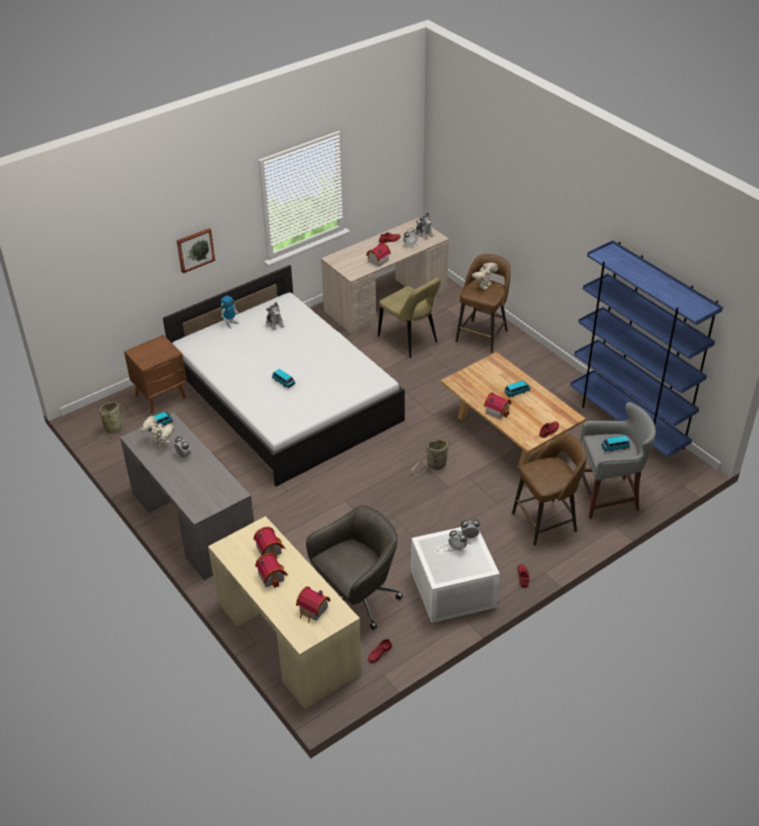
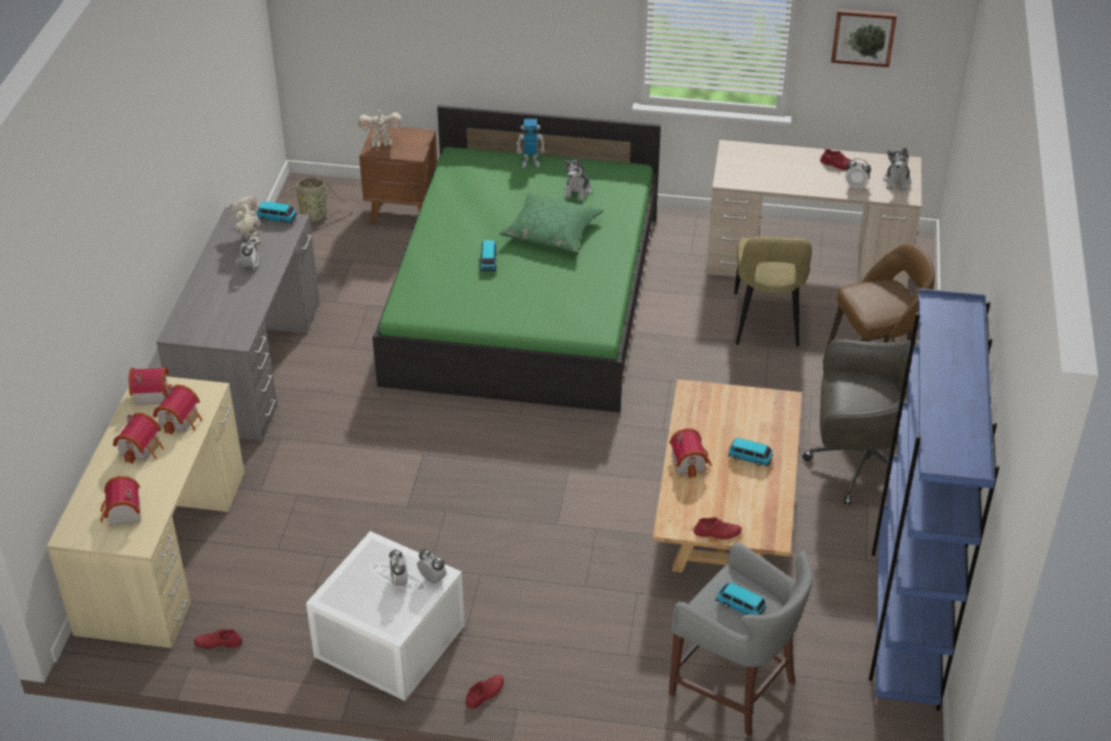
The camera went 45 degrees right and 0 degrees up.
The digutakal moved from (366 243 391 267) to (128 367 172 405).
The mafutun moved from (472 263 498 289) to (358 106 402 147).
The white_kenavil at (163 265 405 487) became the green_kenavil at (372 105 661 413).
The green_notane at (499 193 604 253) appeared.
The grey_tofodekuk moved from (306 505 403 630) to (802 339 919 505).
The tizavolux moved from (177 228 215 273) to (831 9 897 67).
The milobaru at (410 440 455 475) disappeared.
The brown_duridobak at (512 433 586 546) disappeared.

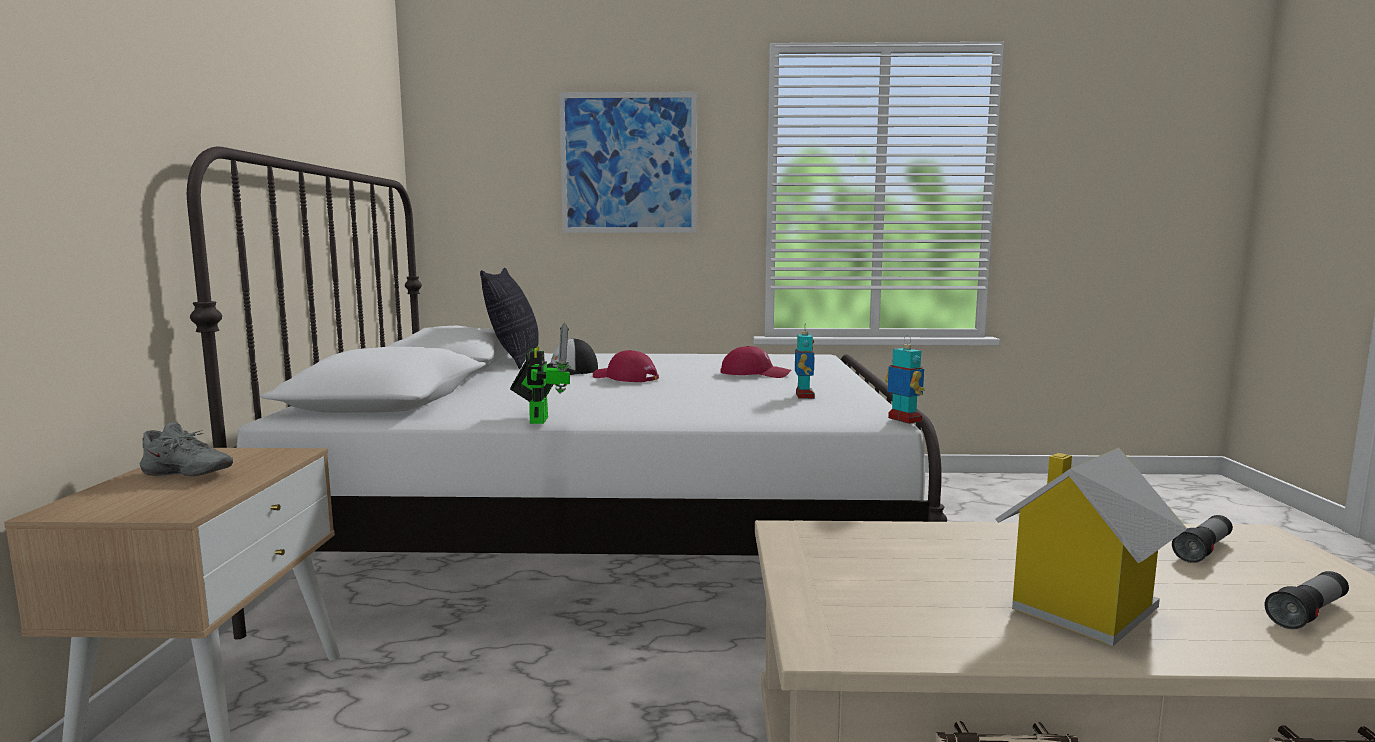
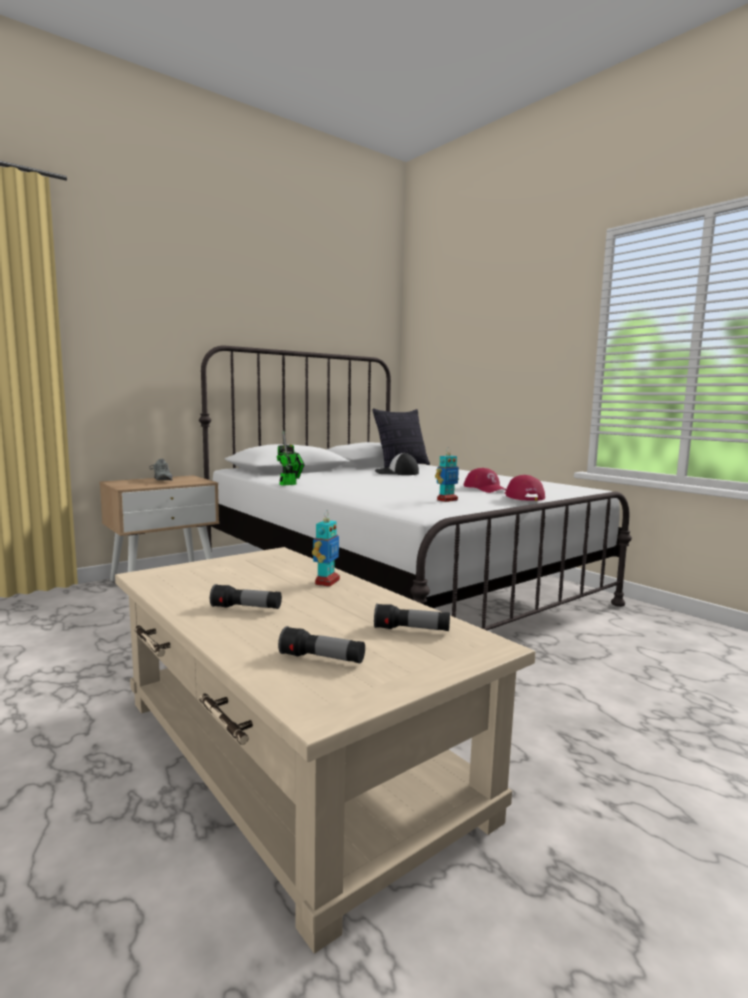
The camera went 50 degrees right and 0 degrees up.
The digutakal at (995 447 1187 646) was replaced by the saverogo at (210 584 282 609).
The mafutun moved from (885 335 925 424) to (312 510 340 587).
The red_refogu moved from (593 350 659 382) to (504 475 545 501).
The tizavolux at (559 92 697 233) disappeared.

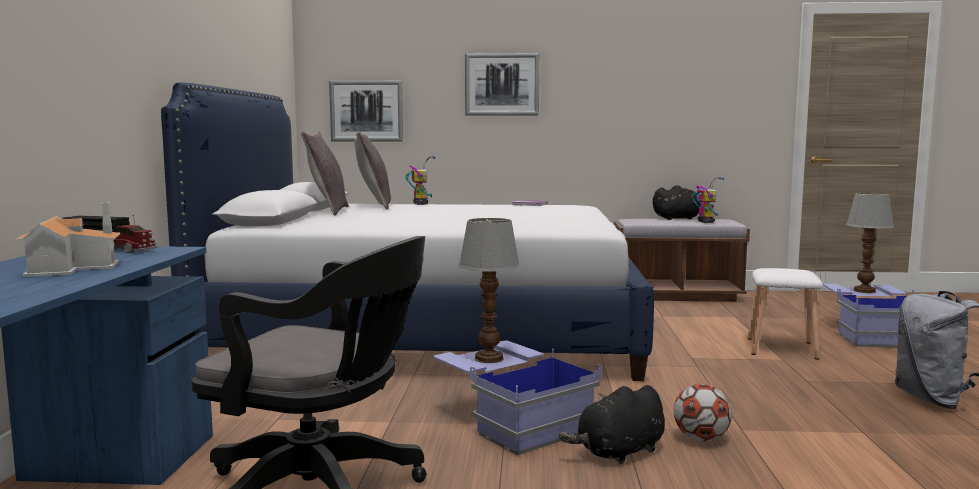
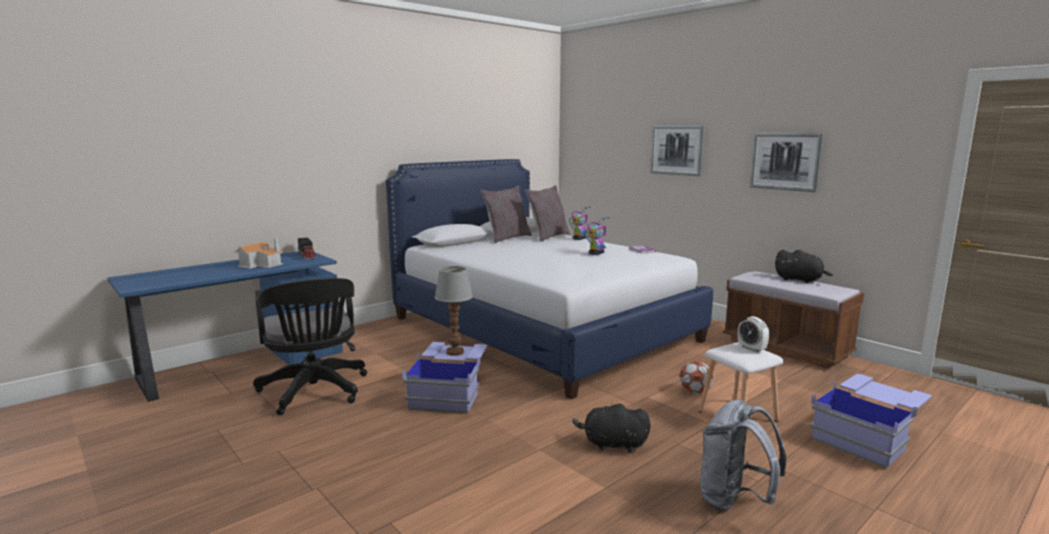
The camera went 45 degrees right and 5 degrees up.
The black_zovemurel moved from (559 385 665 464) to (572 403 650 453).
The mafutun moved from (692 177 724 223) to (585 217 609 255).
The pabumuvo moved from (674 384 732 441) to (679 361 713 394).
The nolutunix at (738 316 769 352) appeared.
The tizavolux moved from (329 80 403 141) to (749 133 824 192).
The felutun at (846 193 894 293) disappeared.

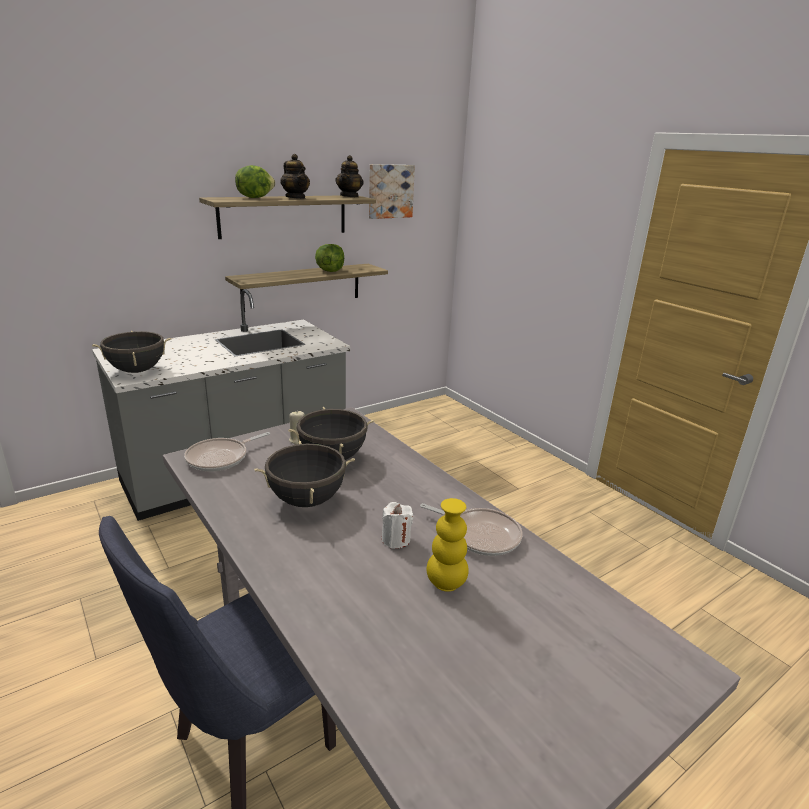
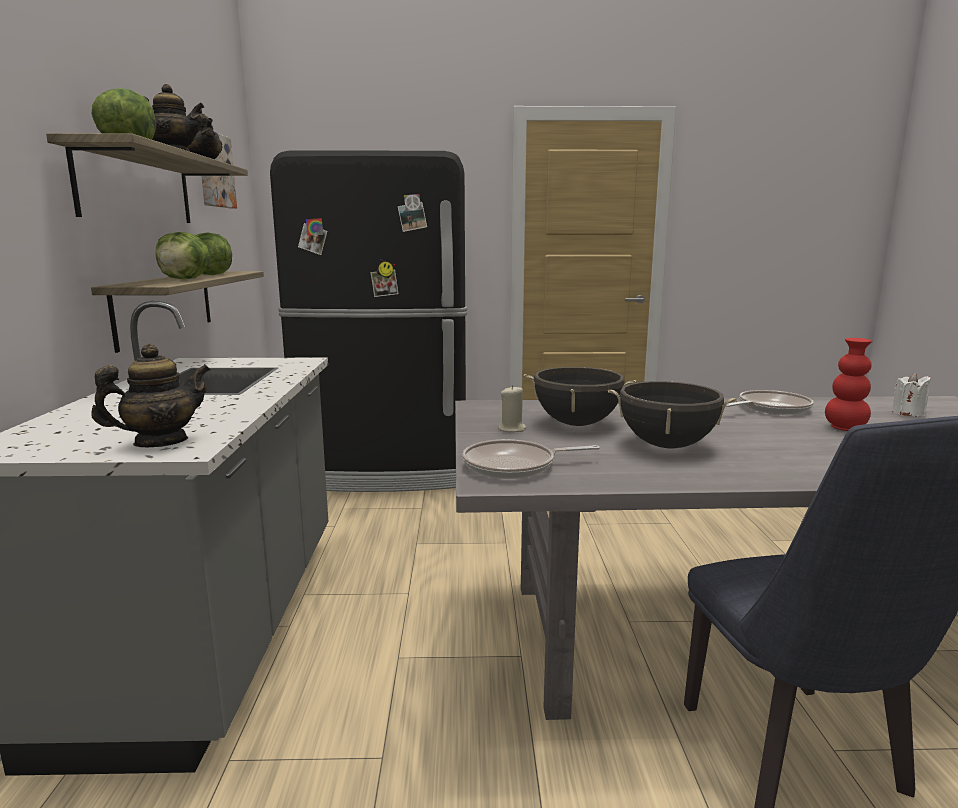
The camera went 55 degrees left and 10 degrees down.
The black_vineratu at (92 331 171 373) was replaced by the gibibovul at (91 343 211 447).
The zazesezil at (156 232 210 280) appeared.
The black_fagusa at (270 151 467 492) appeared.
The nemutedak at (184 432 270 472) turned 90 degrees clockwise.
The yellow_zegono at (427 498 469 592) became the red_zegono at (825 338 872 431).
The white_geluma moved from (382 502 413 548) to (892 372 931 417).

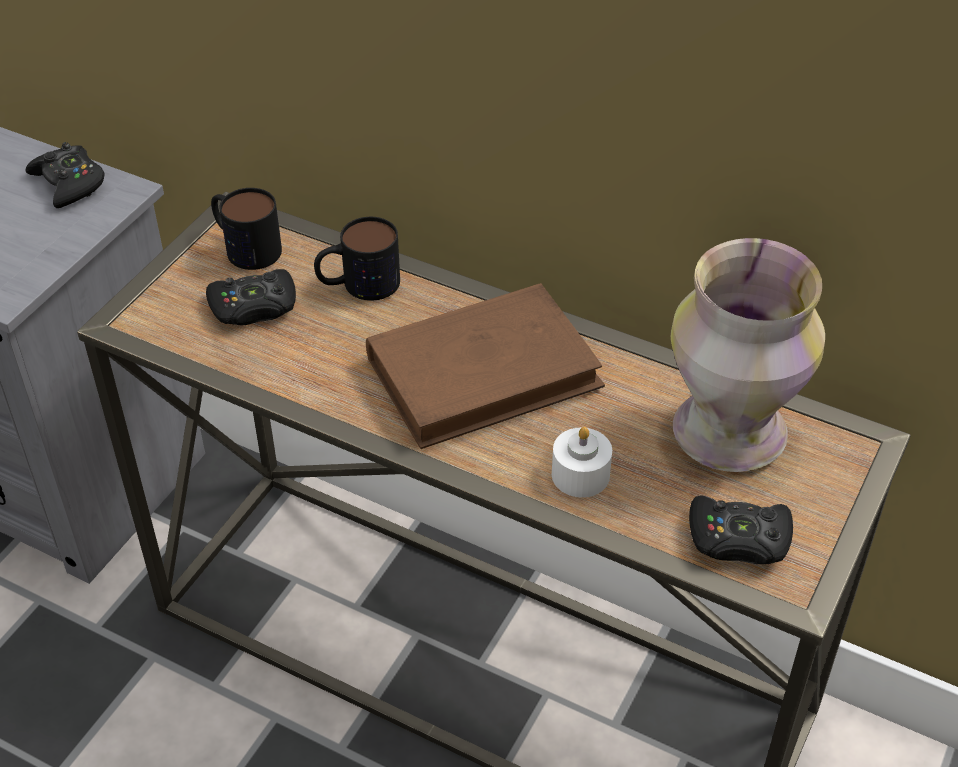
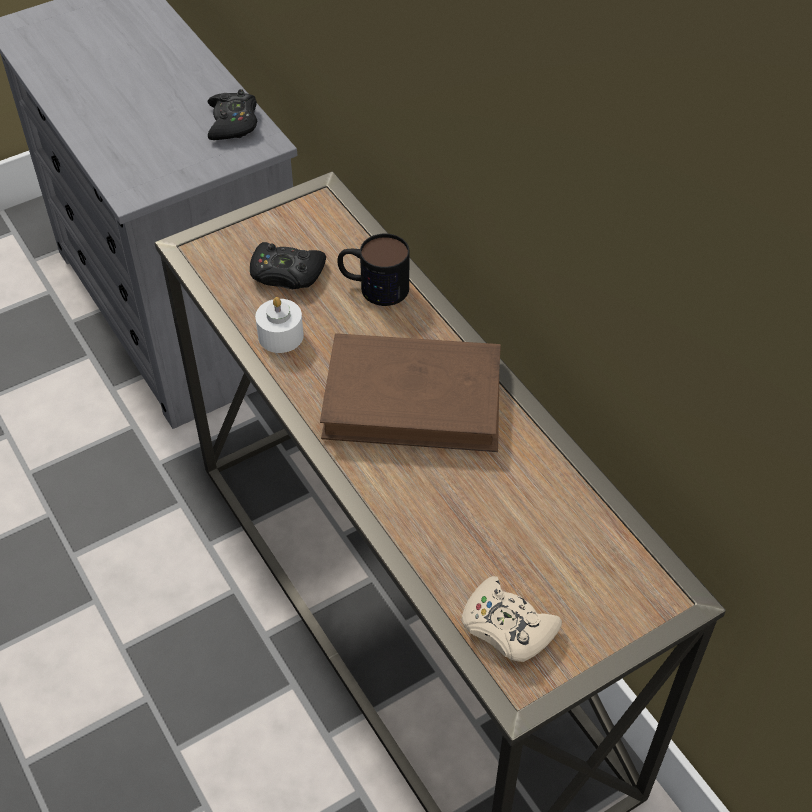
The camera went 30 degrees right and 5 degrees up.
The white_geluma moved from (552 427 612 498) to (255 297 304 353).
The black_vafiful at (689 496 793 564) became the beige_vafiful at (462 576 562 662).
The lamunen at (211 188 282 270) disappeared.
The zegono at (671 238 825 472) disappeared.

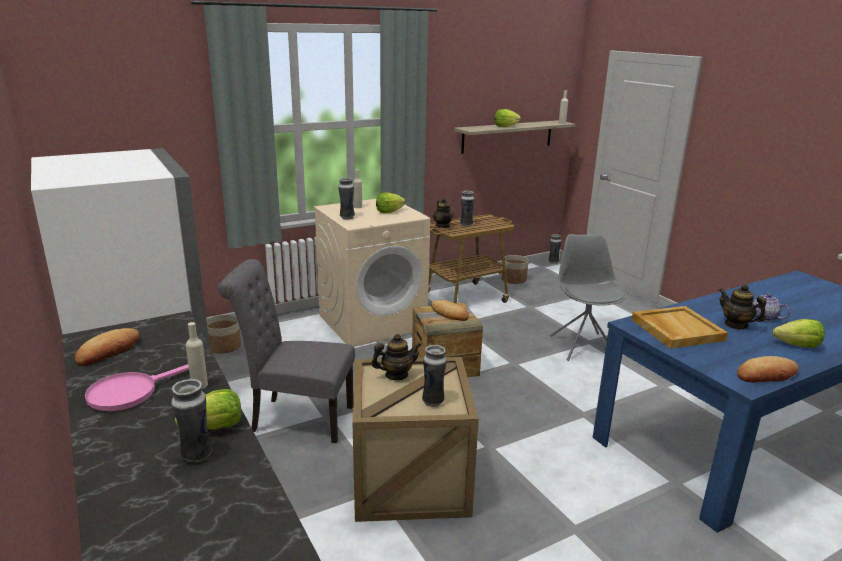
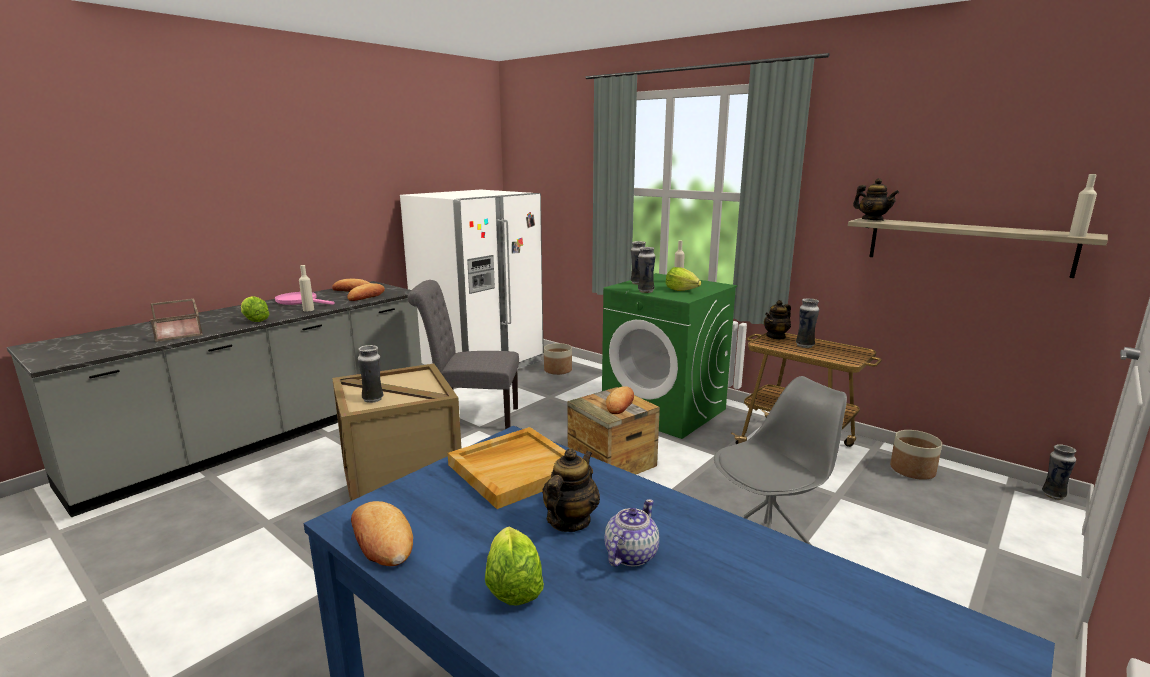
The camera went 70 degrees right and 5 degrees down.
The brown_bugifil at (150 299 203 342) appeared.
The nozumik at (347 283 385 301) appeared.
The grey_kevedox at (218 259 355 443) turned 75 degrees counterclockwise.
The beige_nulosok at (314 199 430 347) became the green_nulosok at (602 273 737 439).
The zegono moved from (171 379 213 463) to (638 247 655 293).
The gibibovul moved from (371 334 421 380) to (853 178 899 221).
The zazesezil at (494 109 521 127) disappeared.

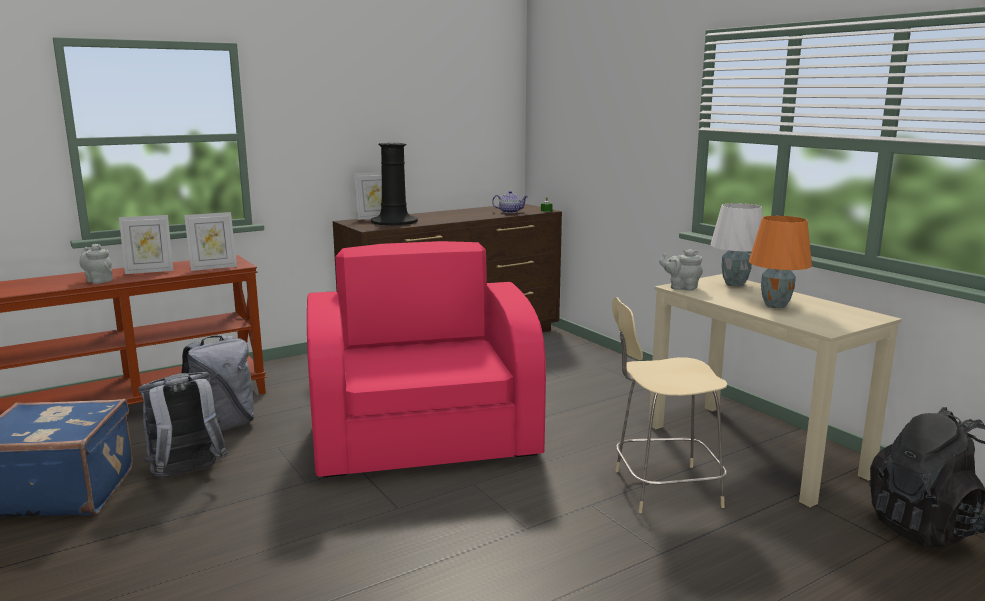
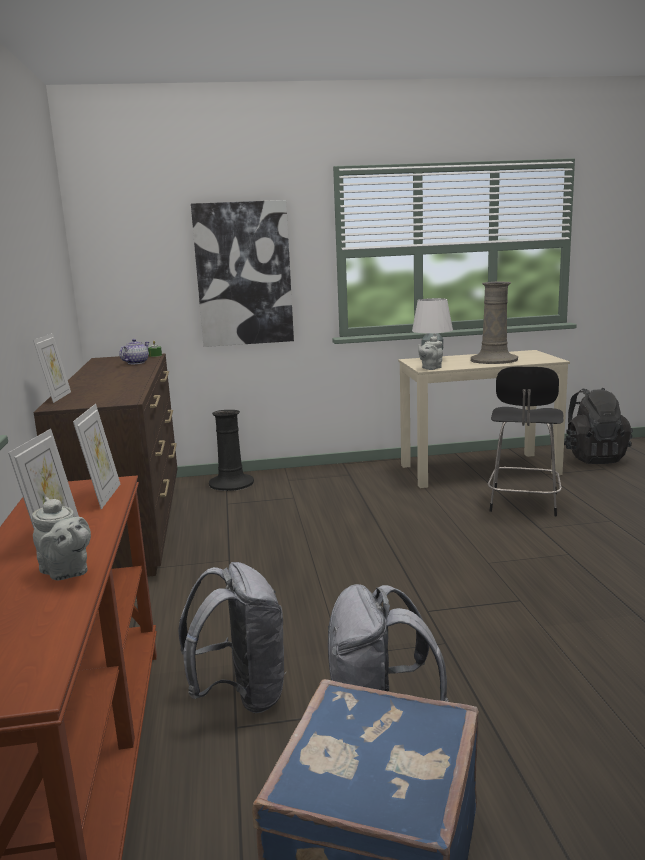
The camera went 65 degrees left and 0 degrees up.
The grey_gibibovul at (80 244 113 284) turned 105 degrees counterclockwise.
The tizavolux at (191 200 294 347) appeared.
The black_zegono moved from (371 143 418 226) to (209 410 254 491).
The orange_felutun at (749 216 812 308) was replaced by the beige_zegono at (470 281 518 364).
The beige_duridobak at (612 297 727 513) became the black_duridobak at (488 367 563 516).
The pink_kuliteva at (307 241 546 478) disappeared.

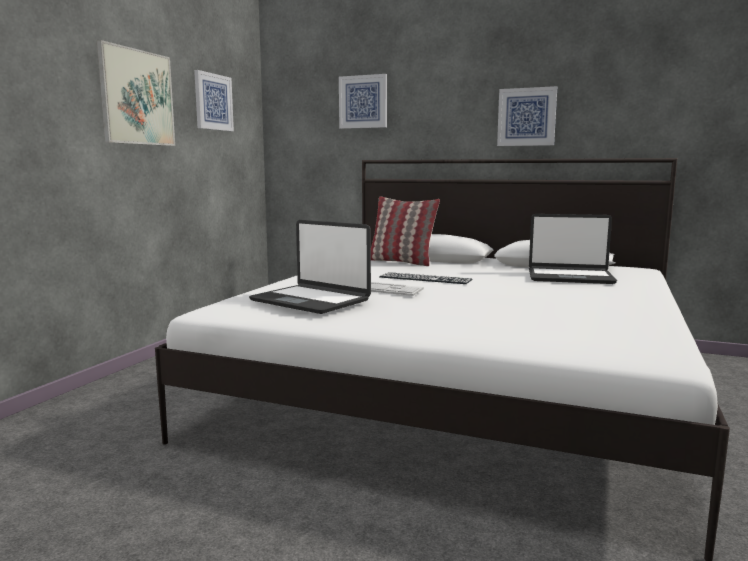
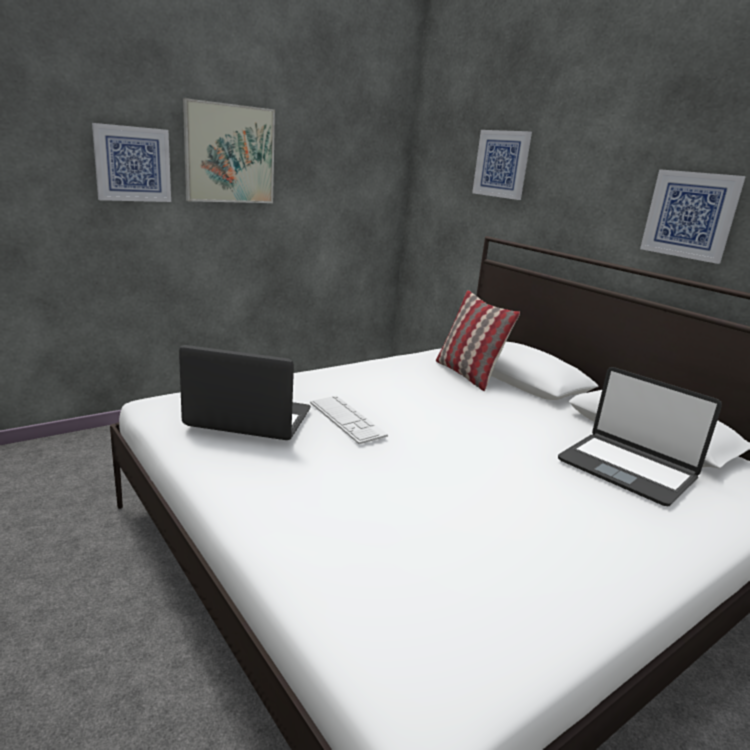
The camera went 30 degrees right and 10 degrees up.
The tizavolux moved from (194 70 234 131) to (92 123 171 202).
The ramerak at (249 220 371 314) turned 120 degrees clockwise.
The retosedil at (379 272 472 284) disappeared.

